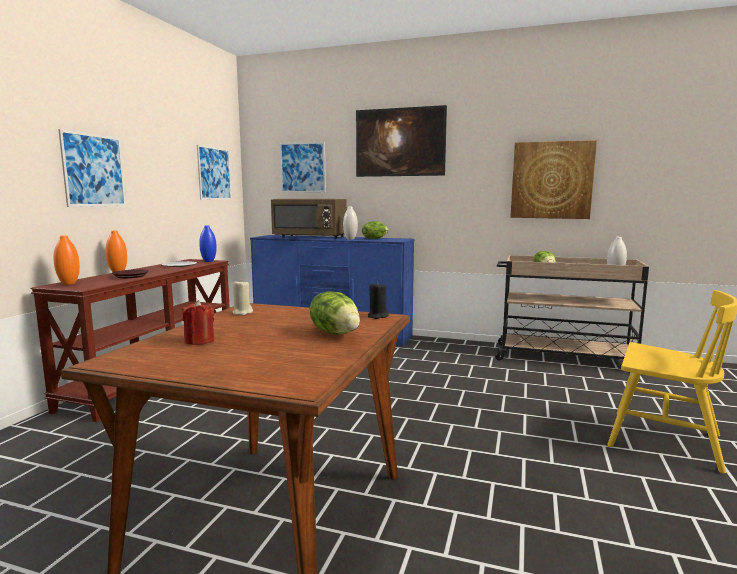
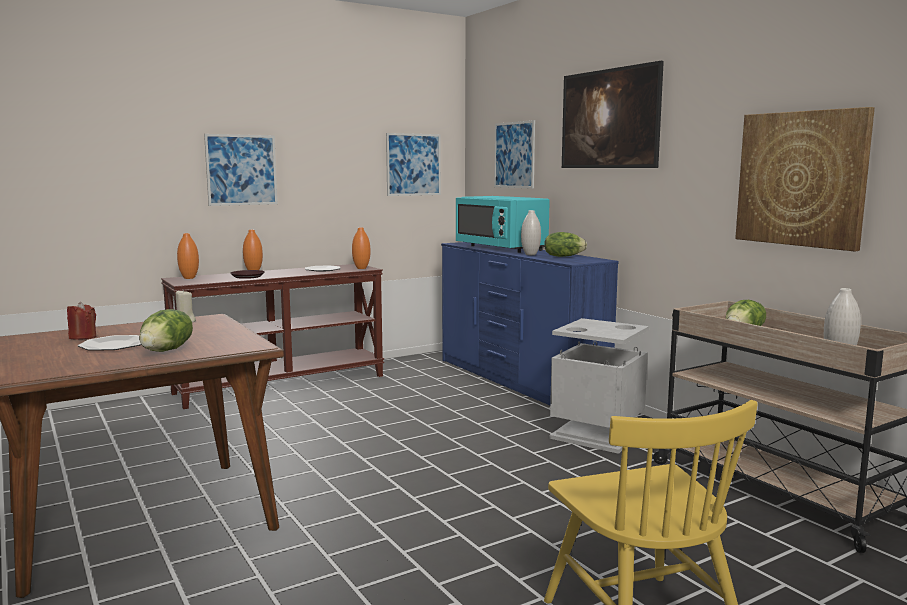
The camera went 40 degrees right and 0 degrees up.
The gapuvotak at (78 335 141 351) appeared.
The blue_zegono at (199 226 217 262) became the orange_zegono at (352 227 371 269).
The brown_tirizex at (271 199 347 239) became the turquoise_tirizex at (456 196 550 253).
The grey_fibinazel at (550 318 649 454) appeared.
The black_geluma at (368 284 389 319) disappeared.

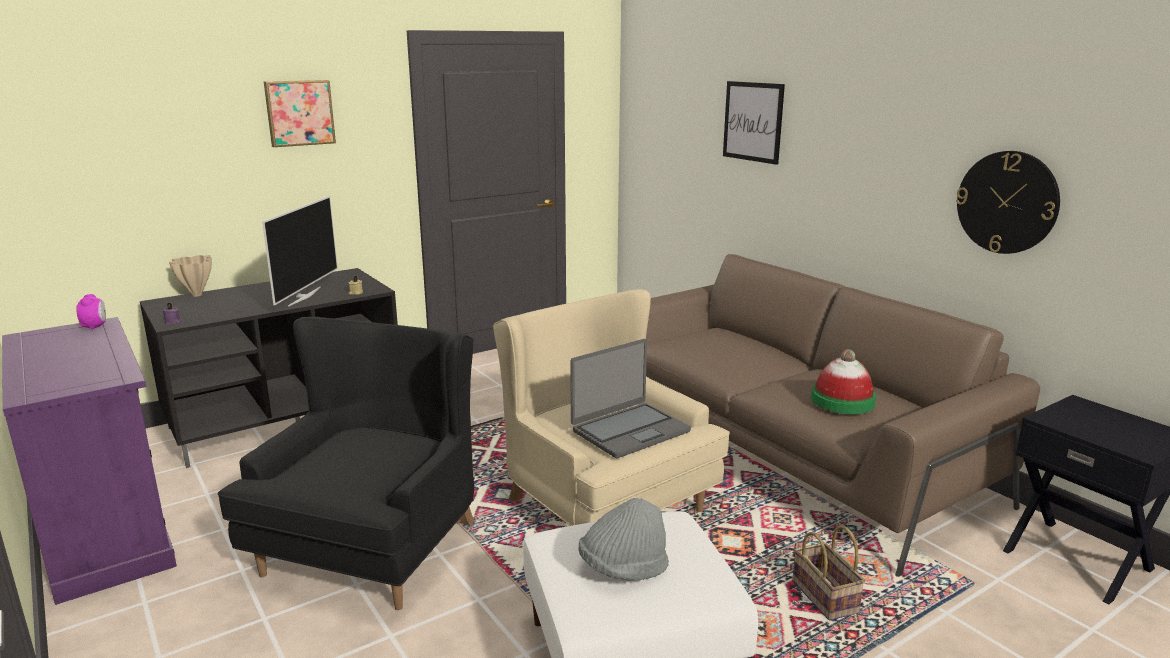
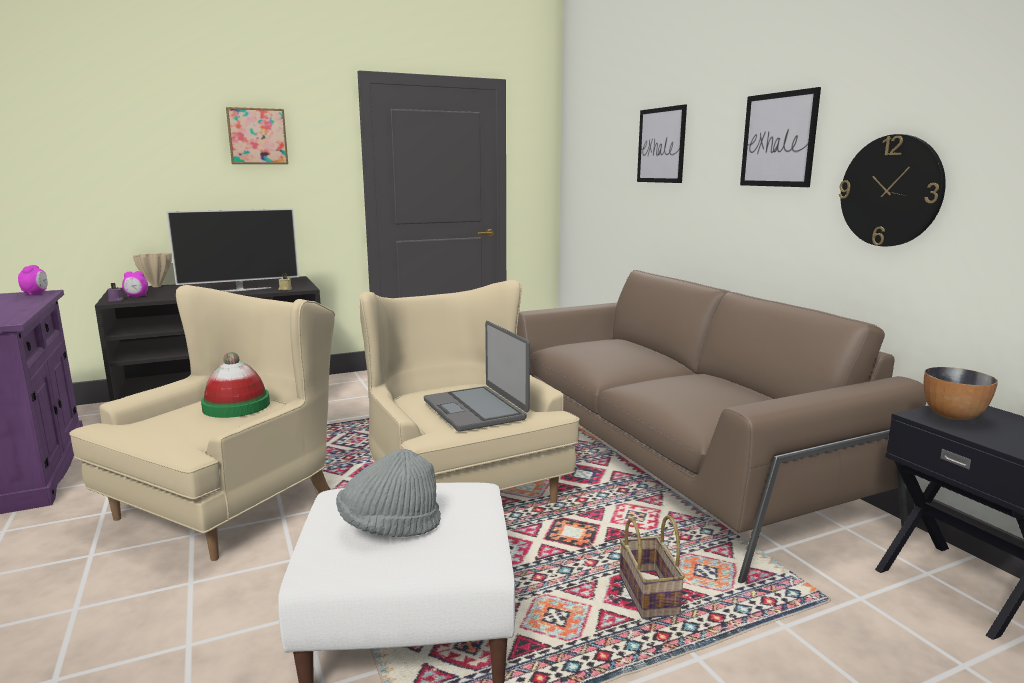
The camera went 10 degrees right and 5 degrees down.
The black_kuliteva at (218 317 474 610) became the beige_kuliteva at (69 285 335 561).
The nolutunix at (122 271 148 297) appeared.
The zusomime at (262 196 338 307) turned 45 degrees clockwise.
The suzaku moved from (811 349 876 414) to (201 352 270 418).
The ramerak at (570 339 691 458) turned 90 degrees clockwise.
The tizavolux at (740 87 821 187) appeared.
The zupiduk at (924 367 998 420) appeared.

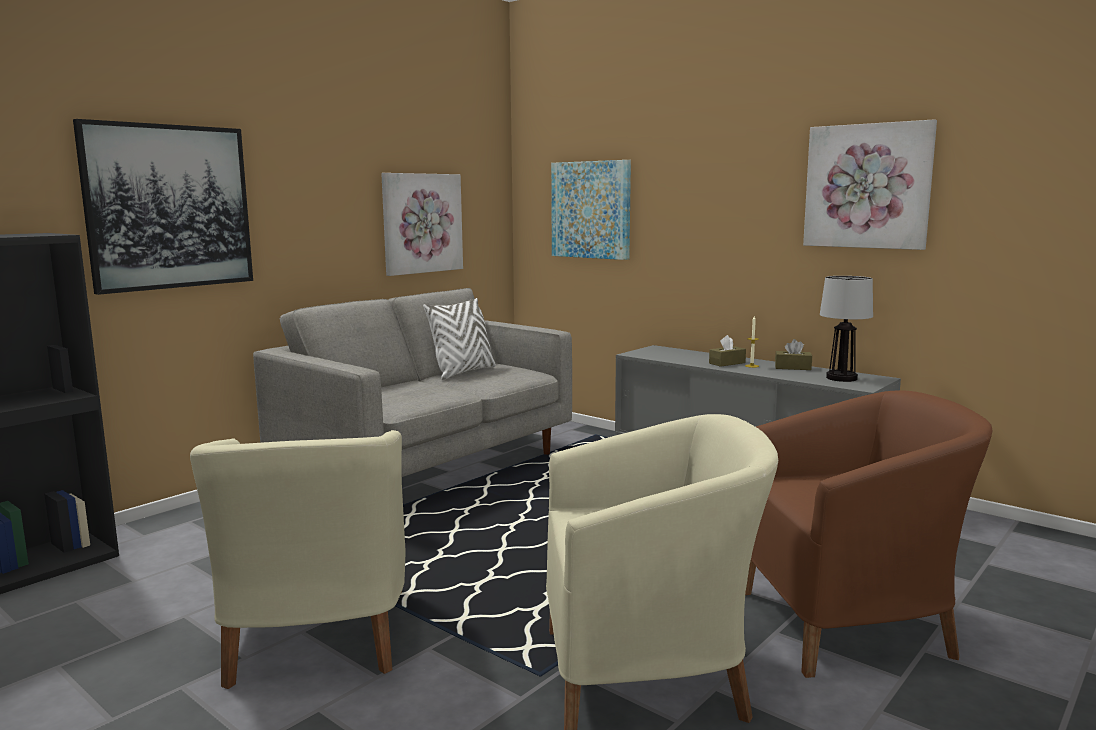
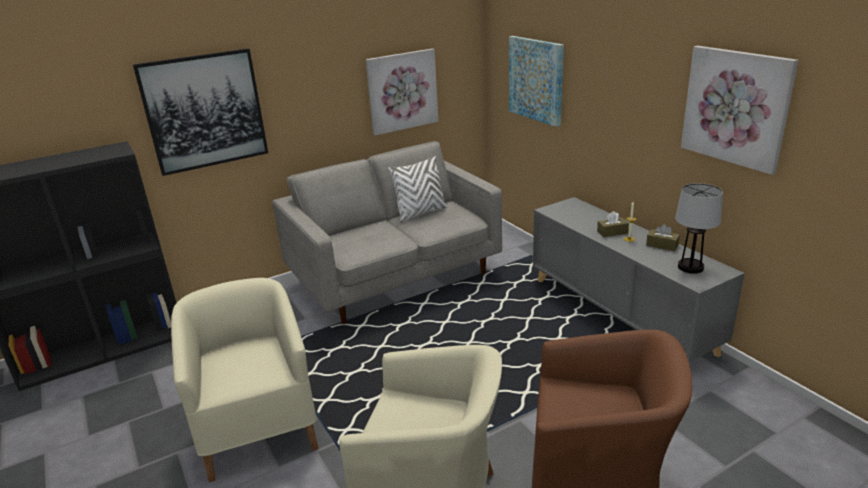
The camera went 20 degrees right and 15 degrees up.
The beige_kuliteva at (190 430 406 689) turned 150 degrees clockwise.

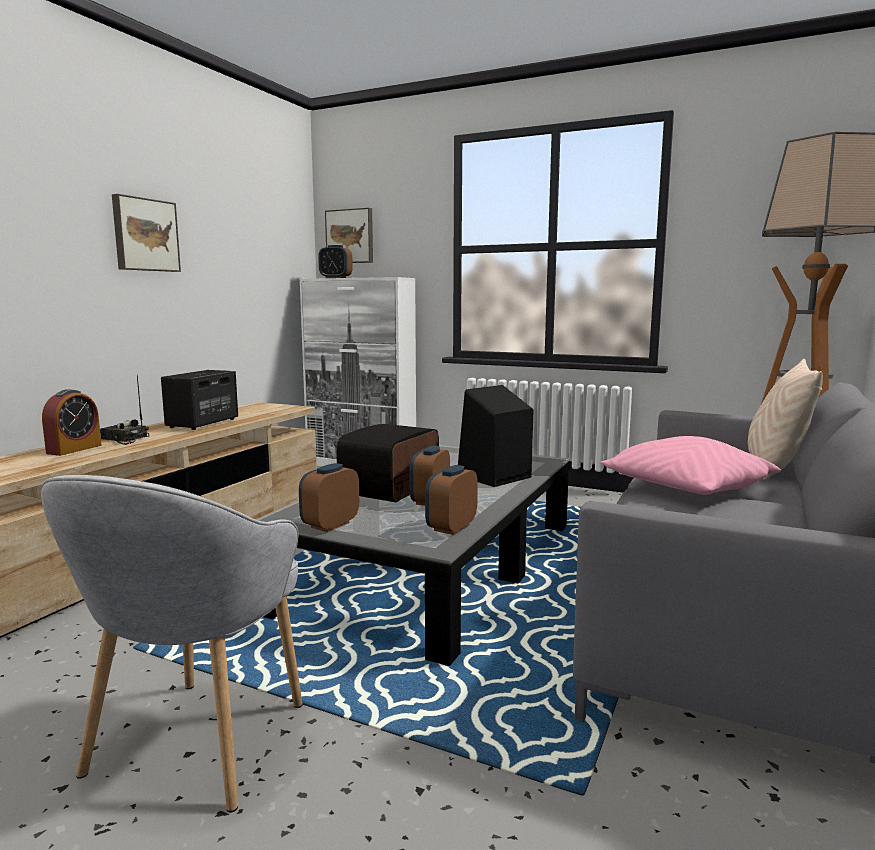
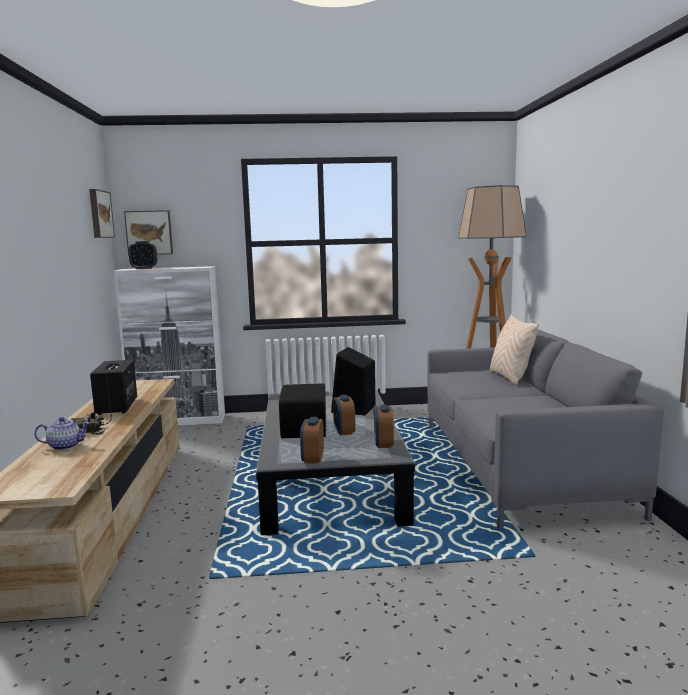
The camera went 30 degrees left and 0 degrees up.
The nolutunix at (42 389 102 456) was replaced by the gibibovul at (34 417 90 450).
The tizavolux moved from (112 194 181 272) to (89 189 115 238).
The grey_kuliteva at (41 475 303 813) disappeared.
The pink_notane at (600 436 781 495) disappeared.

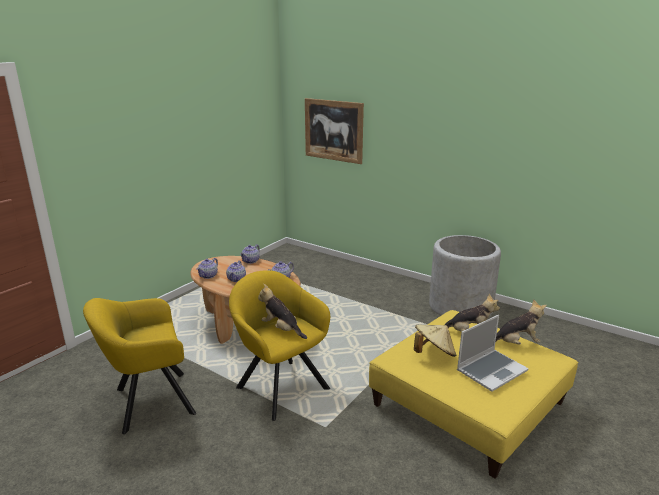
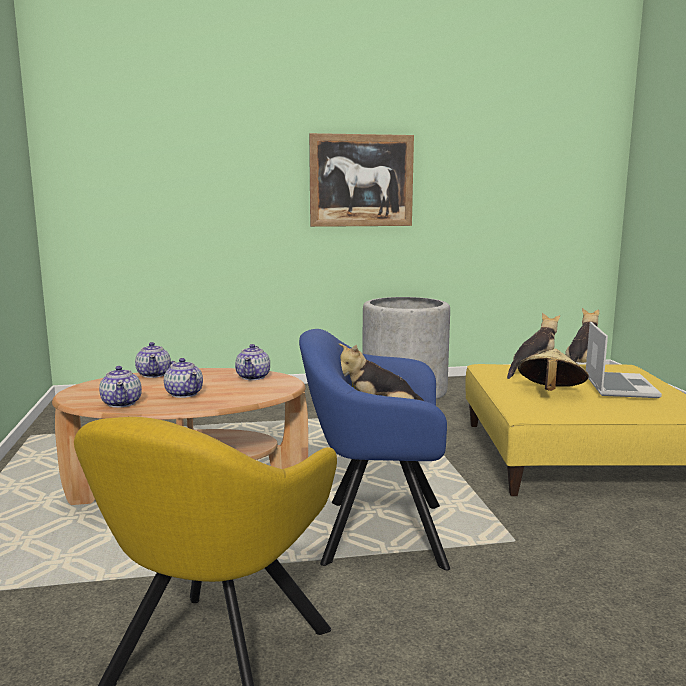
The camera went 45 degrees left and 10 degrees down.
The yellow_kuliteva at (229 270 330 421) became the blue_kuliteva at (299 329 450 570).
The tizavolux moved from (305 98 364 164) to (309 133 414 227).

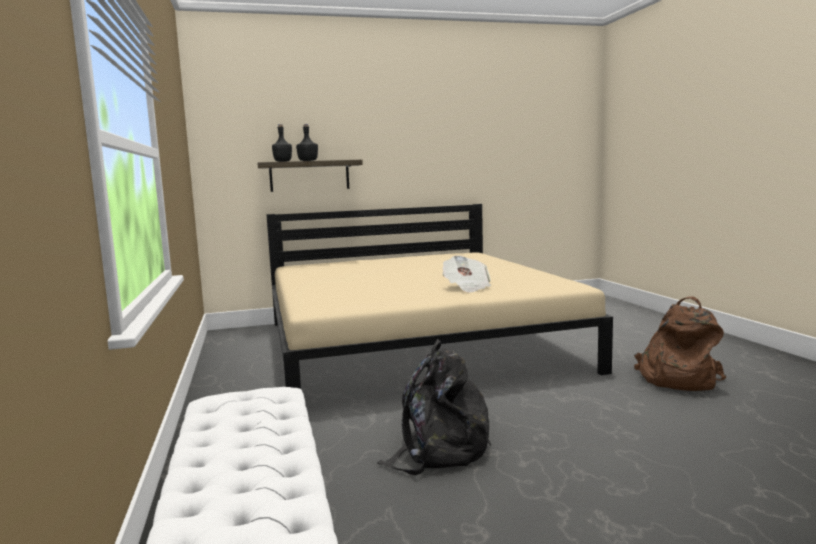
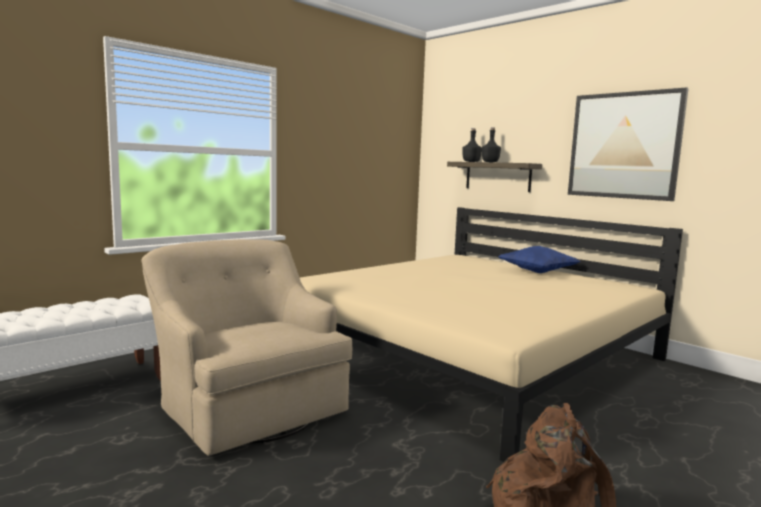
The camera went 60 degrees right and 0 degrees up.
The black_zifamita at (377 339 491 475) was replaced by the beige_kuliteva at (141 239 352 456).
The blue_notane at (498 246 581 273) appeared.
The tizavolux at (568 87 689 201) appeared.
The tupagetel at (442 255 491 293) disappeared.

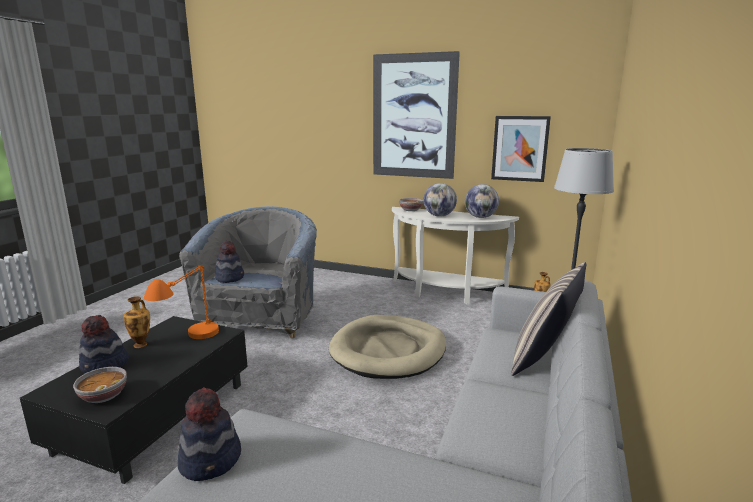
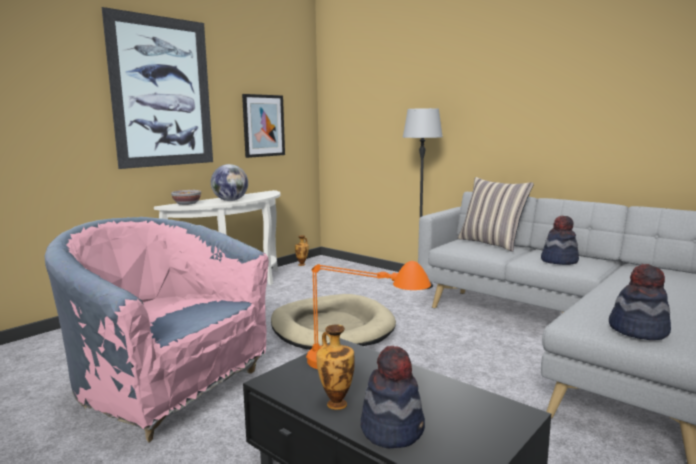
The camera went 70 degrees left and 5 degrees down.
The grey_kuliteva at (179 206 317 339) became the pink_kuliteva at (45 217 269 443).
The suzaku moved from (215 241 244 283) to (541 216 579 265).
The zupiduk at (73 367 127 403) disappeared.
The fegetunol at (465 184 499 218) disappeared.

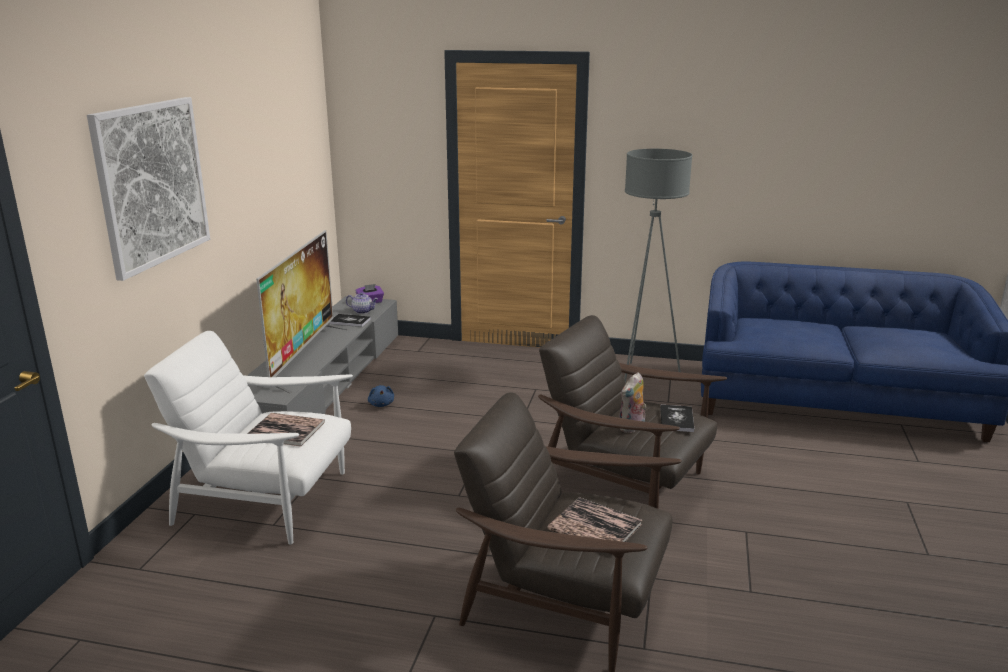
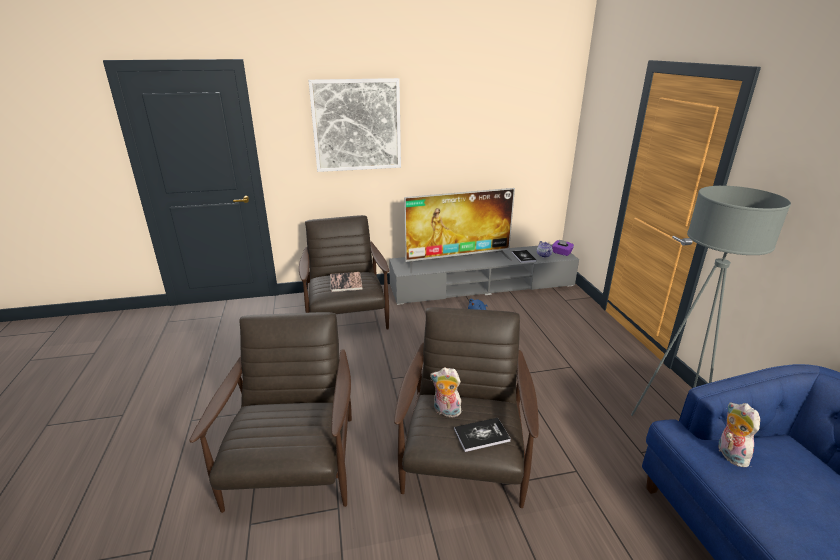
The camera went 65 degrees right and 5 degrees up.
The white_kuliteva at (144 331 353 545) became the brown_kuliteva at (299 215 389 329).
The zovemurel at (717 402 760 467) appeared.
The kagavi at (547 497 642 542) disappeared.

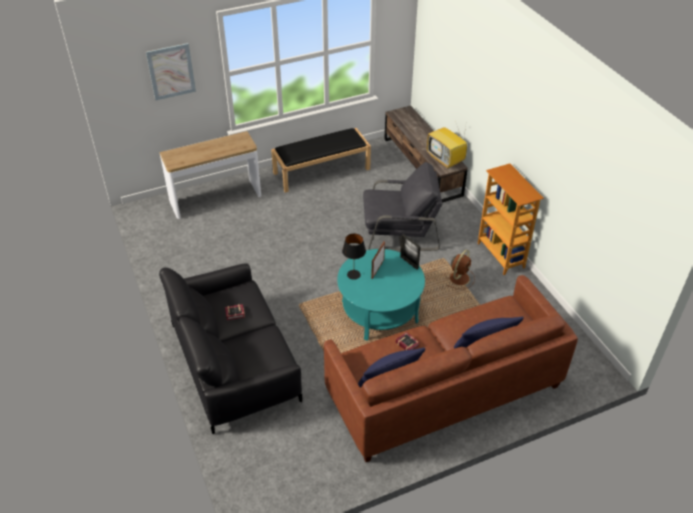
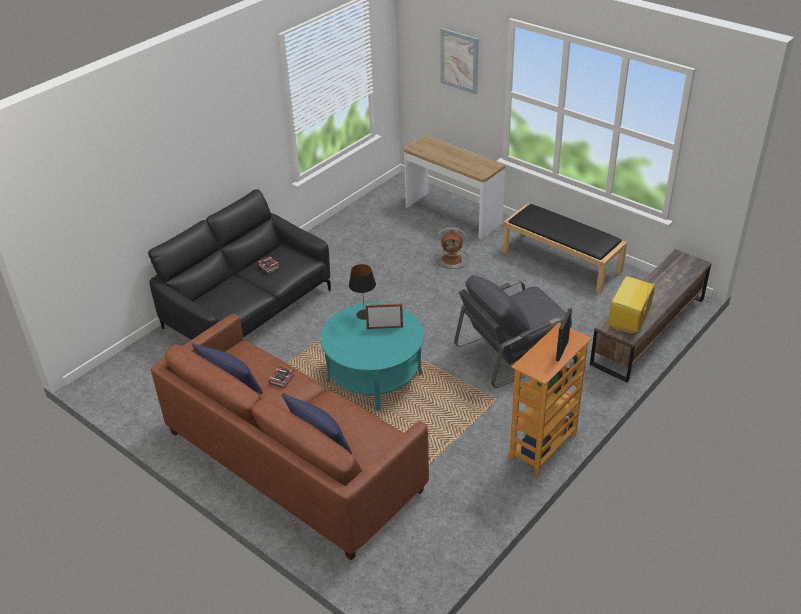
The camera went 65 degrees right and 5 degrees down.
The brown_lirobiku moved from (445 250 475 289) to (435 228 469 269).
The grey_kuliteva at (363 162 442 252) turned 90 degrees clockwise.
The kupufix moved from (400 234 420 270) to (556 308 572 361).

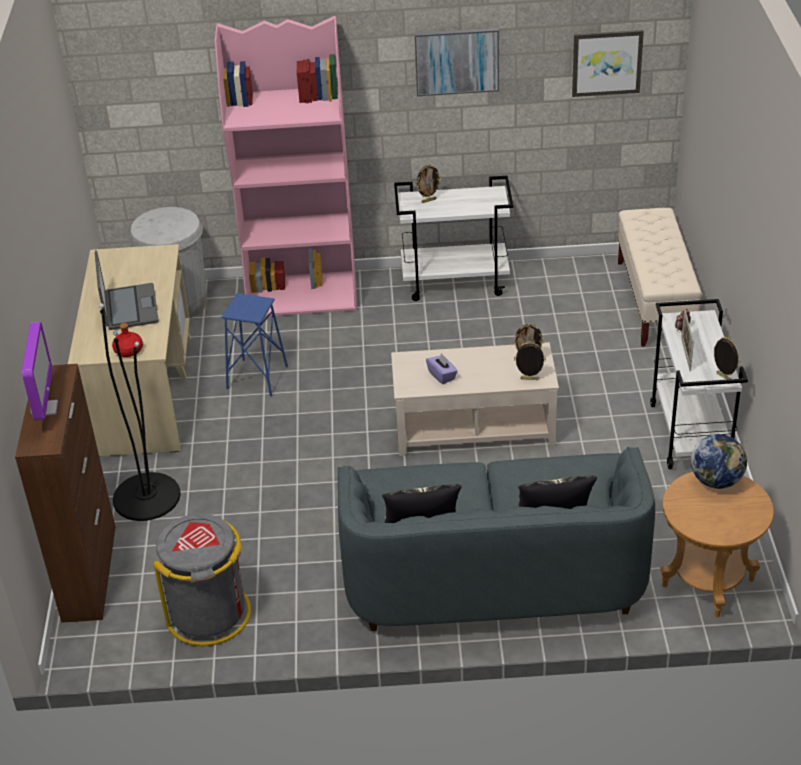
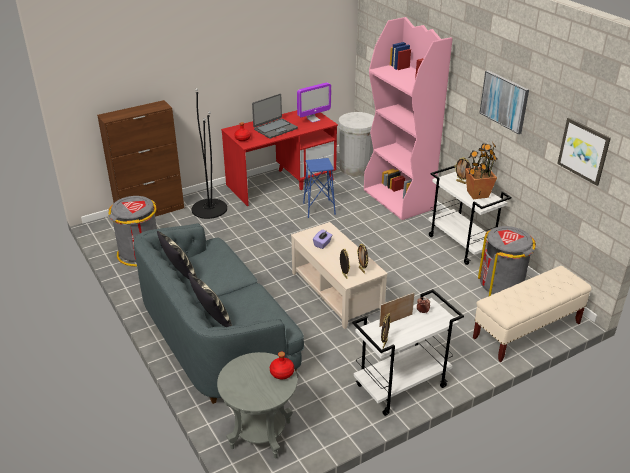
The camera went 60 degrees right and 5 degrees down.
The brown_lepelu at (660 472 774 617) became the grey_lepelu at (217 352 297 458).
The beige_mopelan at (68 244 191 457) became the red_mopelan at (221 110 338 206).
The fegetunol at (691 434 747 489) was replaced by the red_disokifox at (270 352 294 379).
The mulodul moved from (22 322 58 420) to (297 82 331 123).
The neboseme at (465 141 497 199) appeared.
The grey_fibinazel at (478 226 536 296) appeared.

